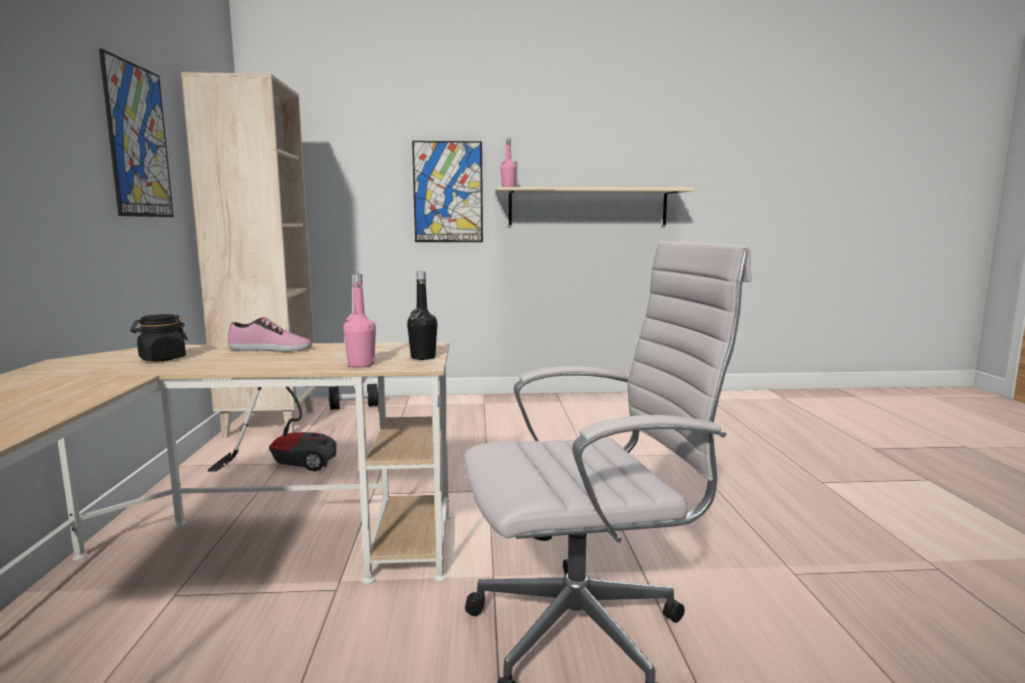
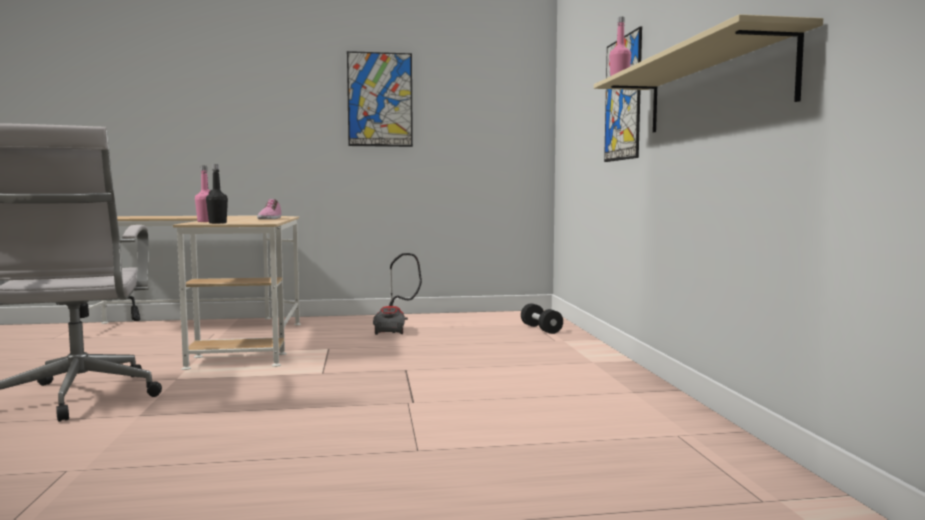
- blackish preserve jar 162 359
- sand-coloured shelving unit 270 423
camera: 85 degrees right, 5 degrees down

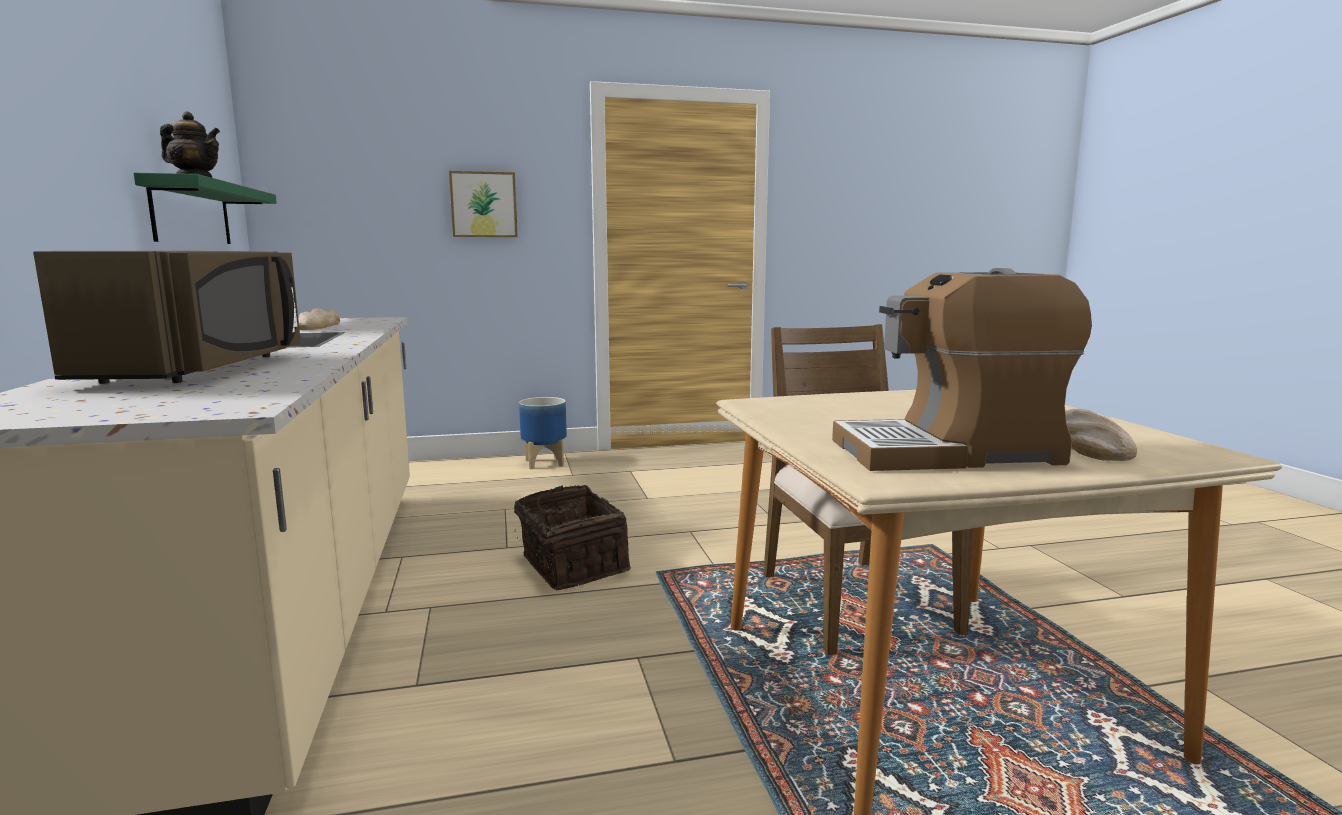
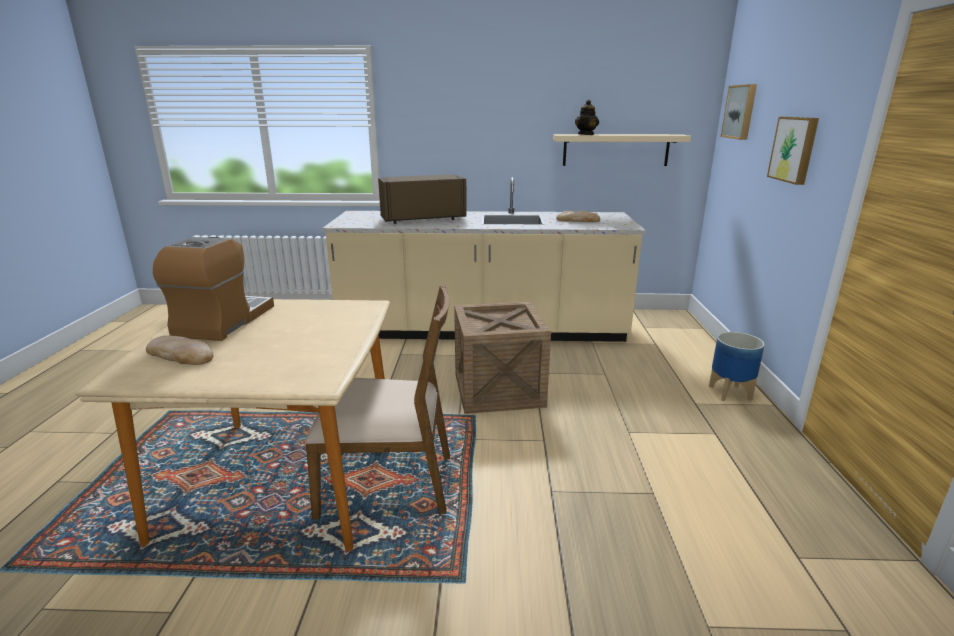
+ wall art 740 112
~ basket 570 565 to crate 498 390
~ green-coloured wall shelf 192 214 to sand-coloured wall shelf 615 150
~ brownish microwave 203 369 = 422 218 150 degrees clockwise
camera: 105 degrees right, 10 degrees up

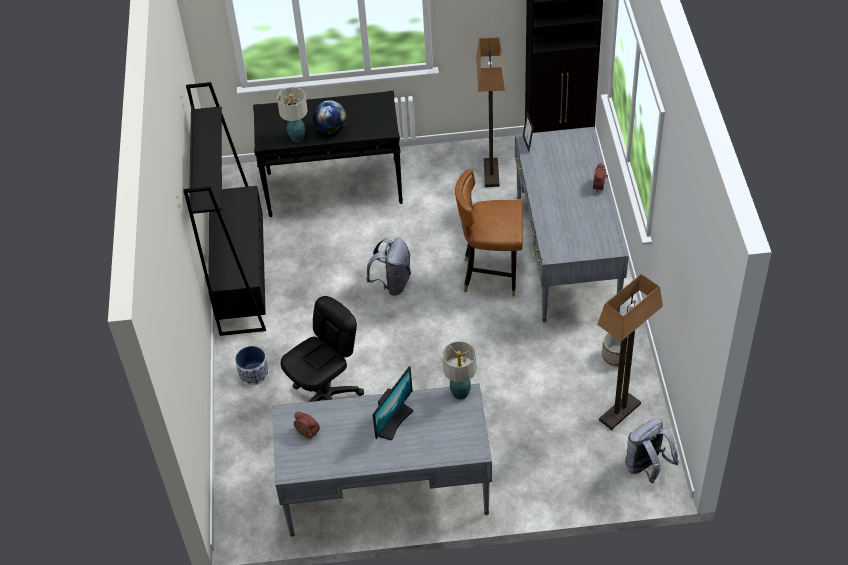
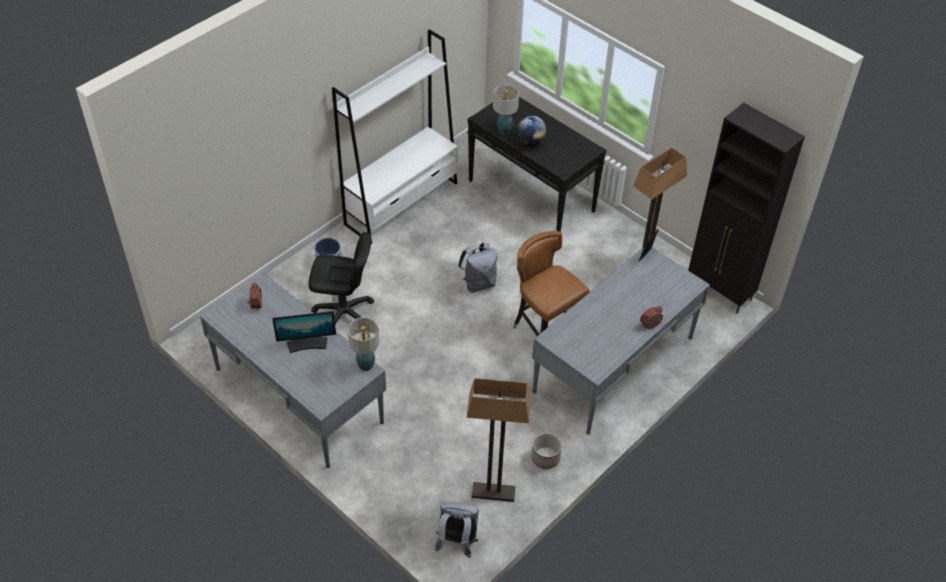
~ blackish shelving unit 242 279 to white shelving unit 402 203
camera: 45 degrees right, 0 degrees up

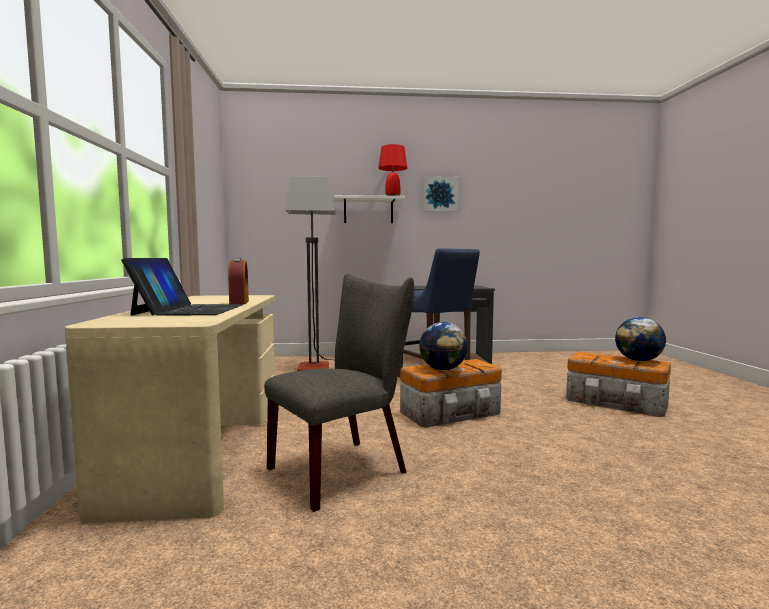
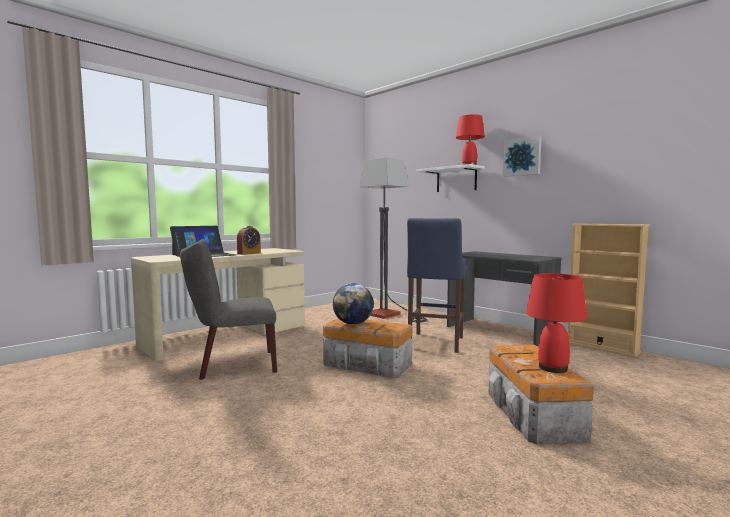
+ sand-coloured shelving unit 602 347
~ desk globe 638 360 to red lamp for a table 552 368
~ greyish chair 345 468 = 232 365 150 degrees clockwise
camera: 50 degrees right, 0 degrees up

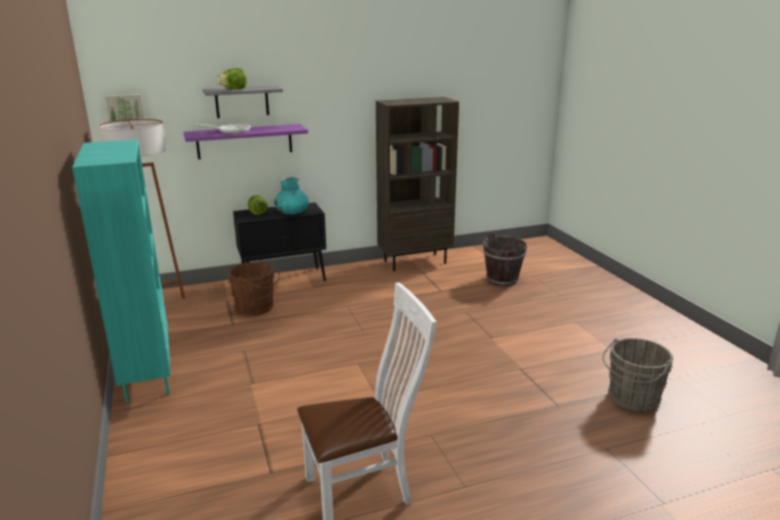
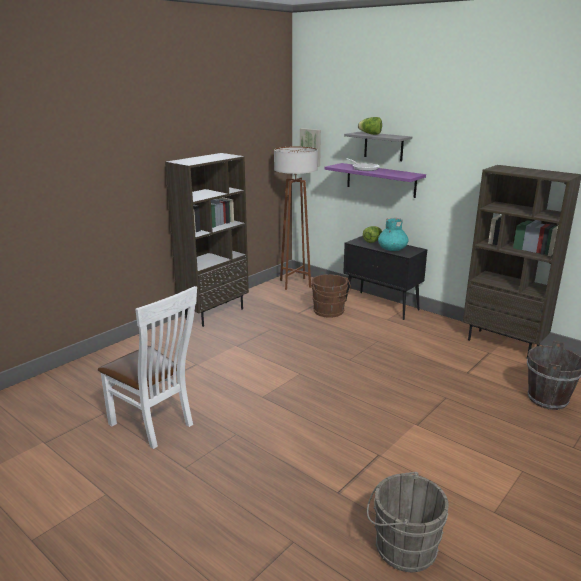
~ turquoise-coloured shelving unit 146 376 to brownish shelving unit 214 313
camera: 60 degrees right, 0 degrees up

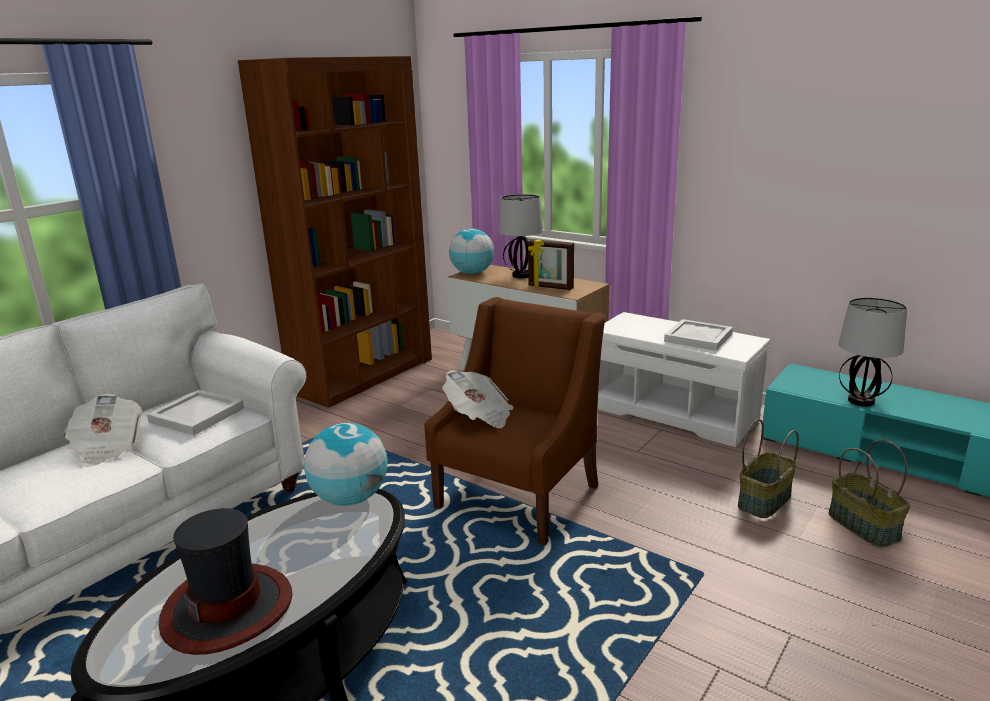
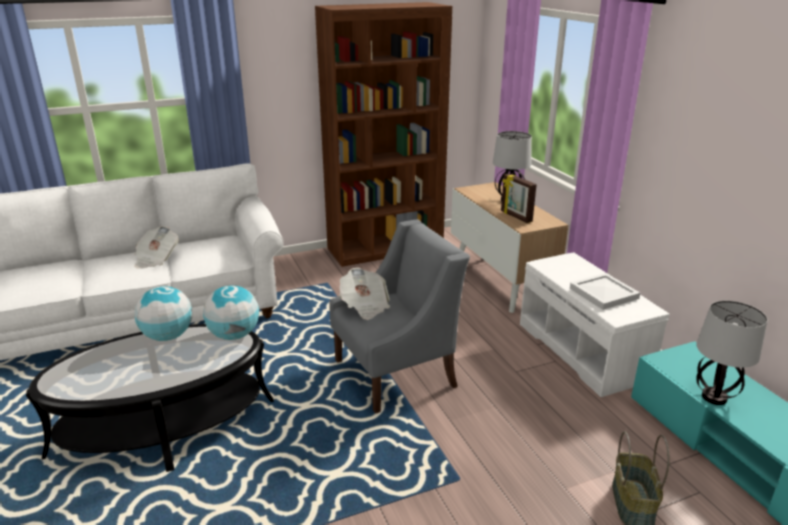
- white carrying tray 197 416
- hat 228 608
- basket 763 500
~ desk globe 472 273 to 168 336
~ brownish easy chair 519 496 to greyish easy chair 396 373
camera: 30 degrees right, 5 degrees up

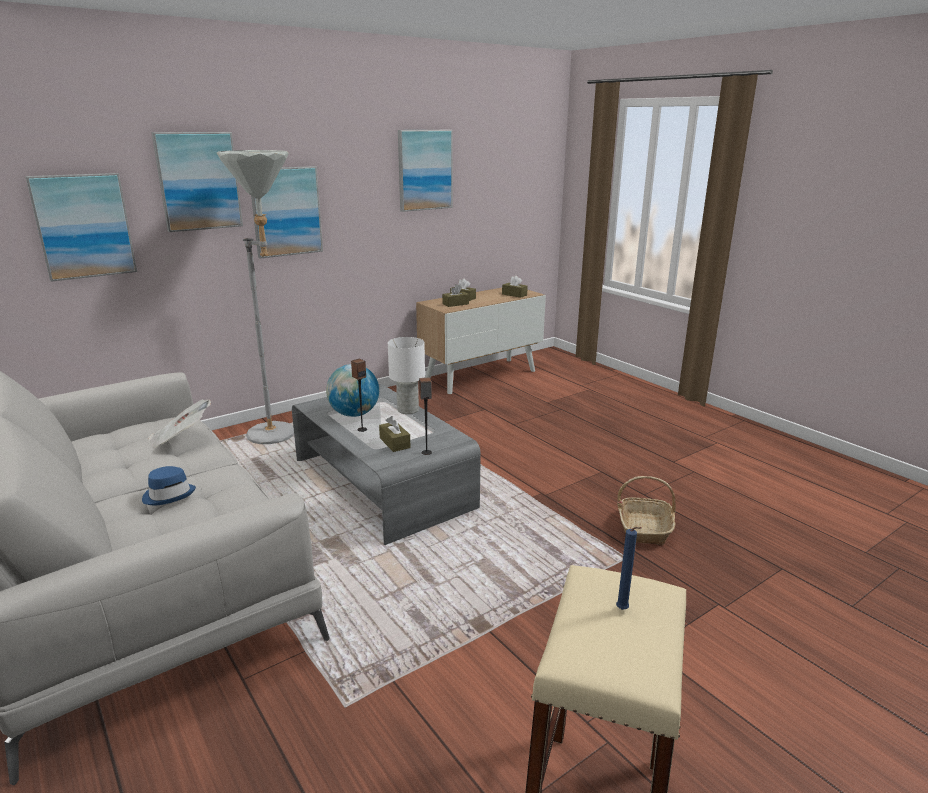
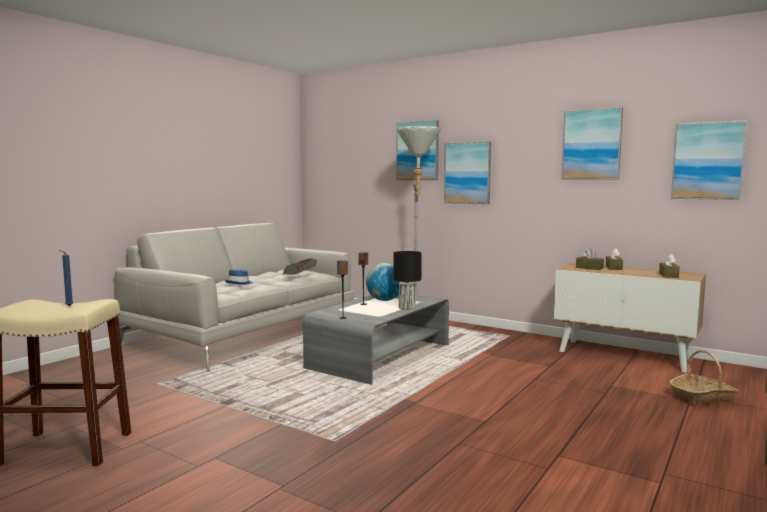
- brownish tissue box 394 443
~ wall art 83 226 to 707 161
~ basket 644 528 to 702 398
~ white lamp for a table 408 410 to blackish lamp for a table 407 308
camera: 70 degrees right, 15 degrees down

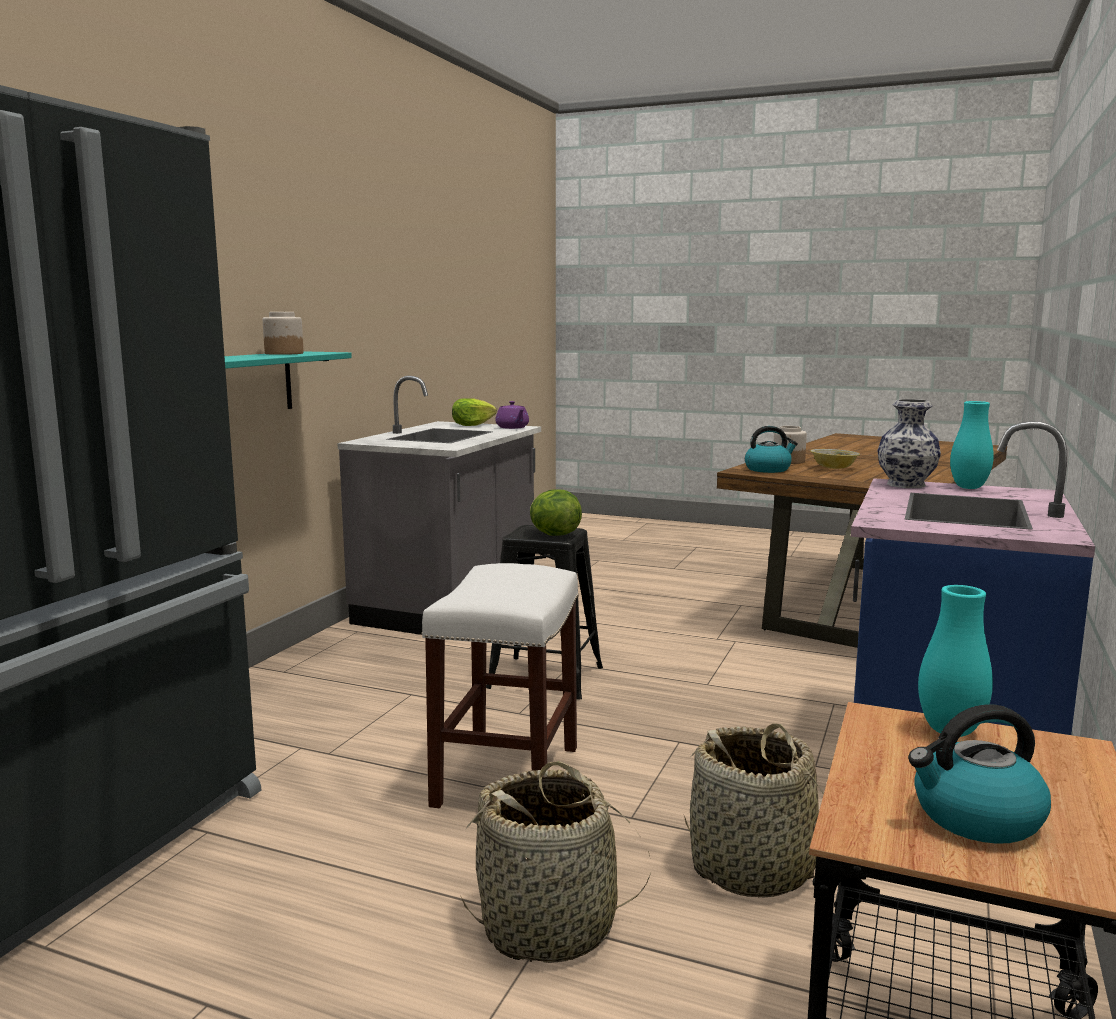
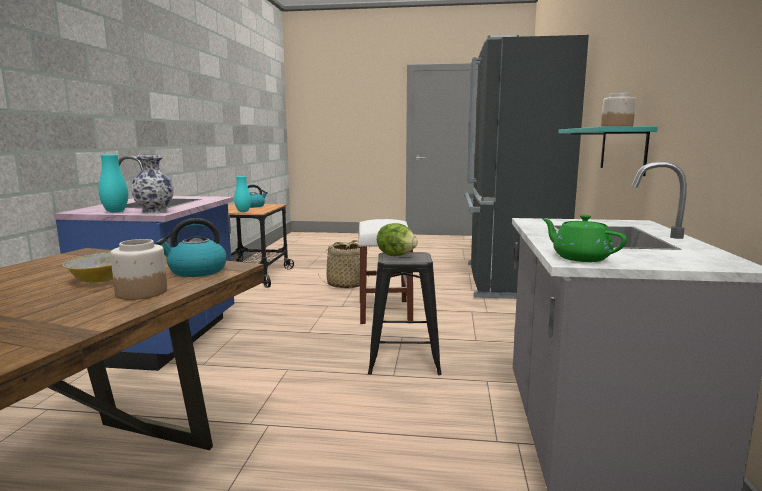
- lettuce head 472 425
- basket 753 868
~ purple teapot 512 427 to green-coloured teapot 580 257
camera: 165 degrees right, 0 degrees up

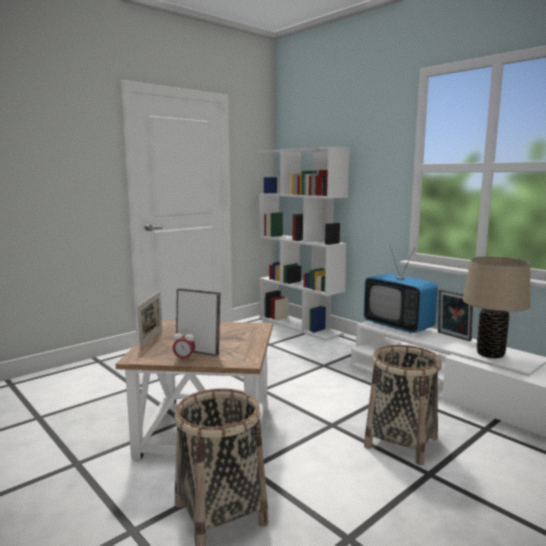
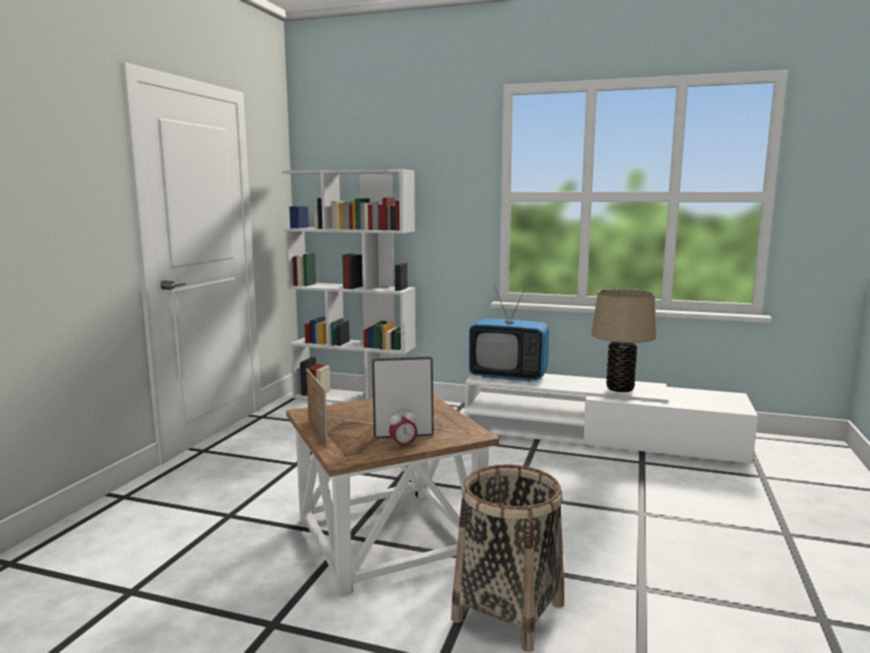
- basket 401 442
- standing frame 453 337
camera: 30 degrees left, 0 degrees up

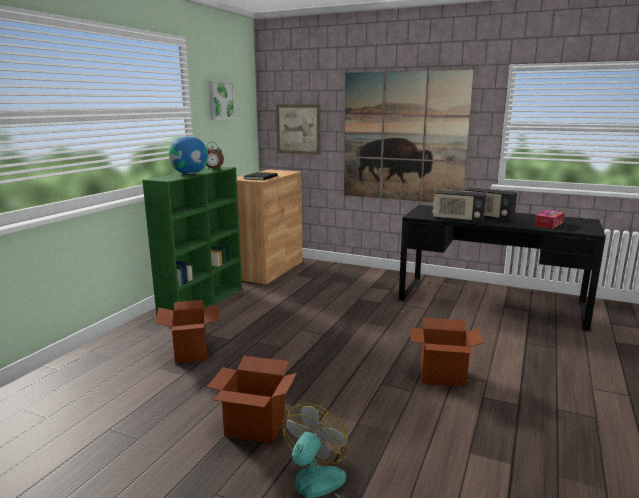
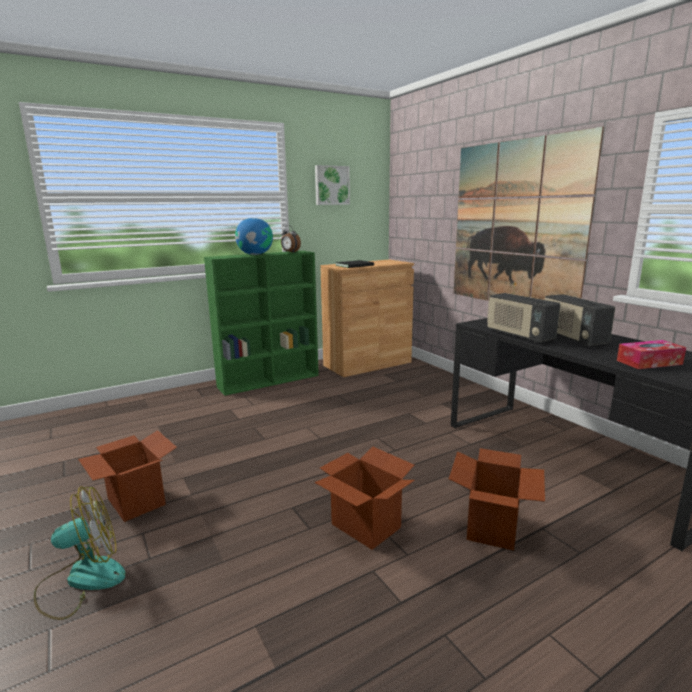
- wall art 298 129
~ carton 191 352 to 492 527
camera: 35 degrees right, 0 degrees up

